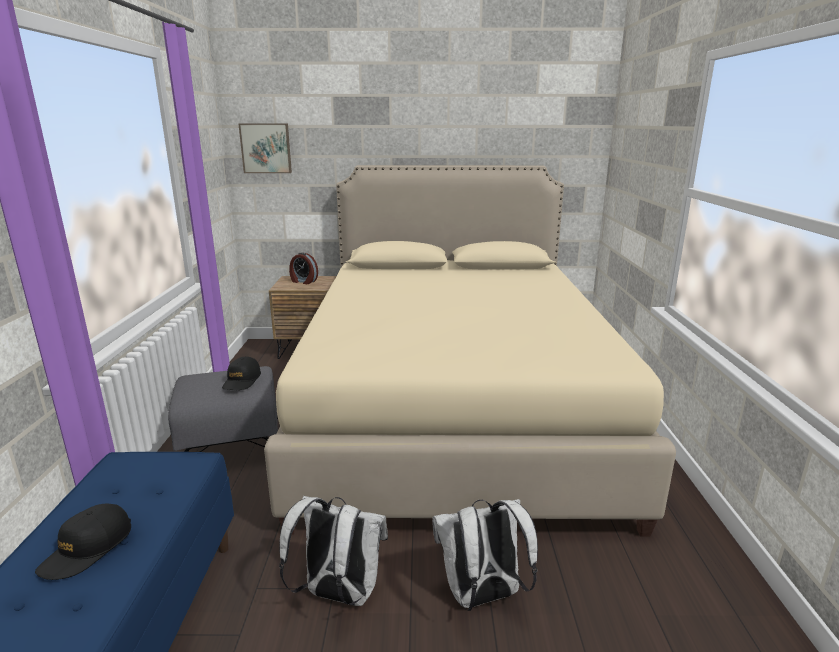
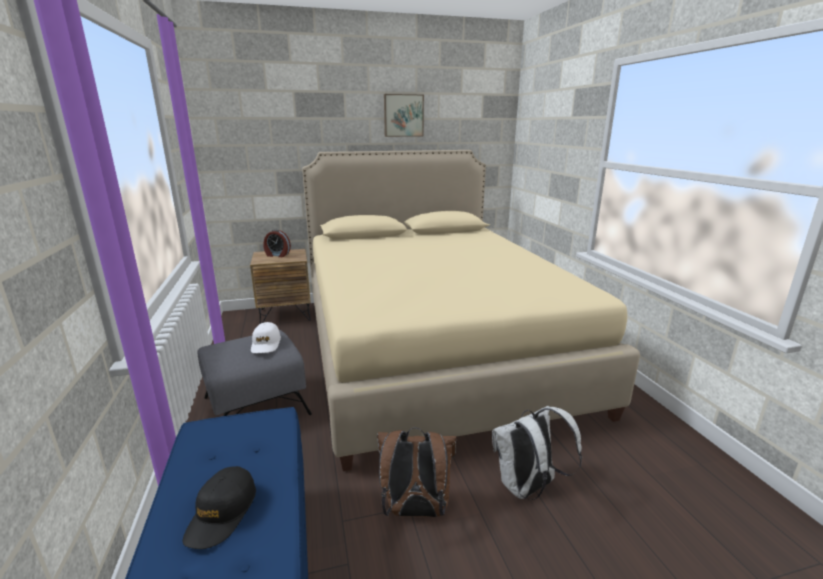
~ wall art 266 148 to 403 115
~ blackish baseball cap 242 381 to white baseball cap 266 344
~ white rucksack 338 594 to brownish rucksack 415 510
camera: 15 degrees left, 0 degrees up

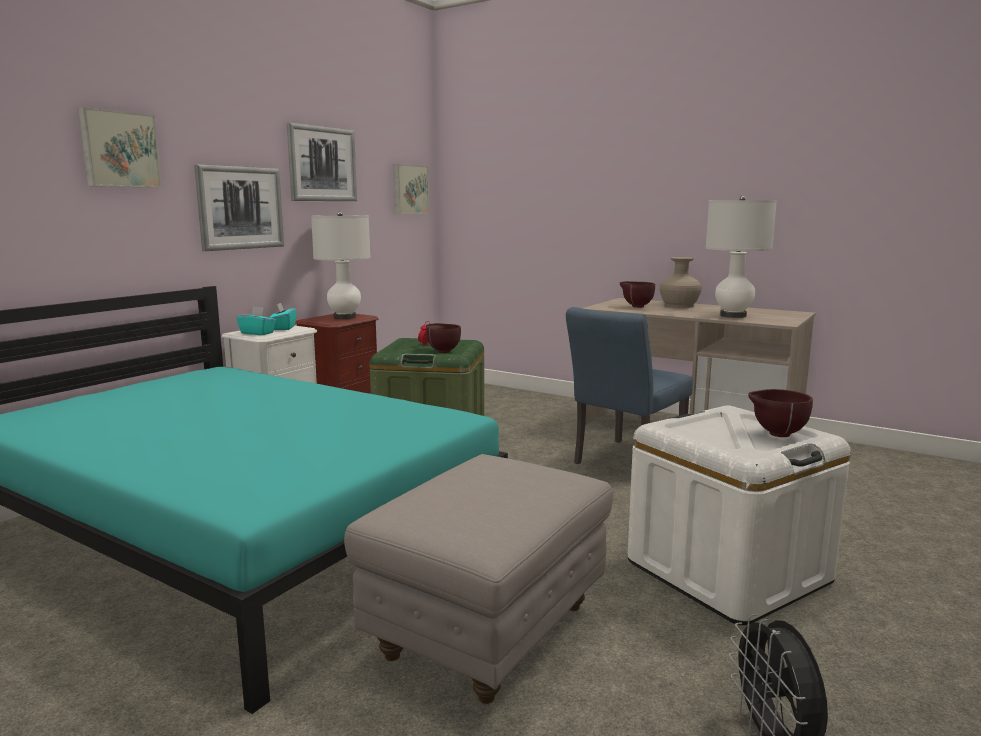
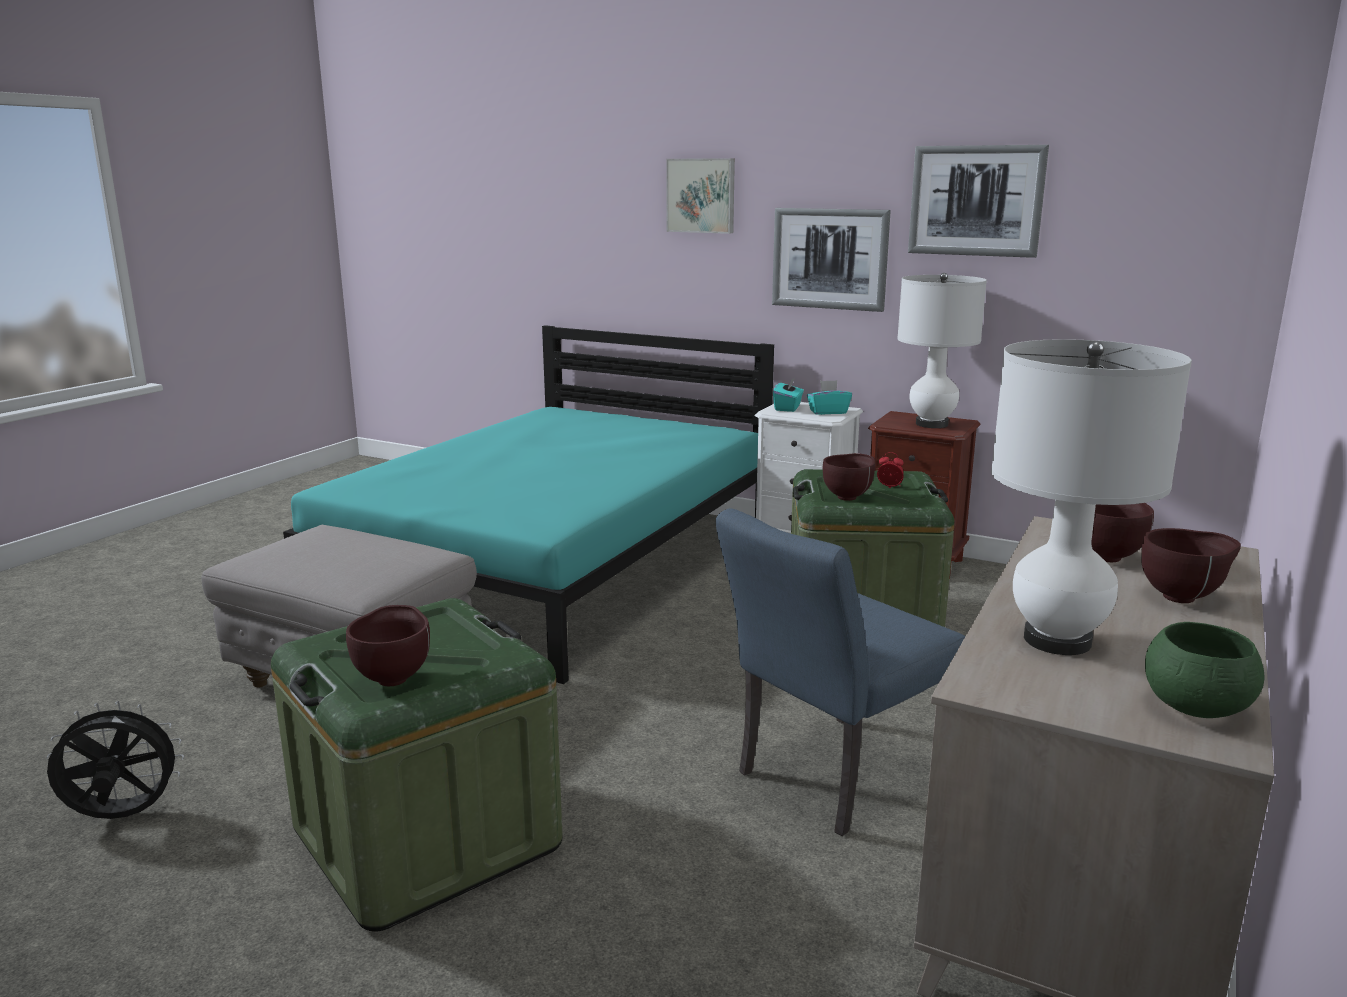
- wall art 409 189
+ green-coloured serving bowl 1194 707
~ sand-coloured flower vase 679 305 to brownish serving bowl 1183 597
~ white storage box 727 571 to green-coloured storage box 427 837
~ blue chair 624 462 = 830 778 75 degrees counterclockwise
camera: 85 degrees right, 5 degrees up

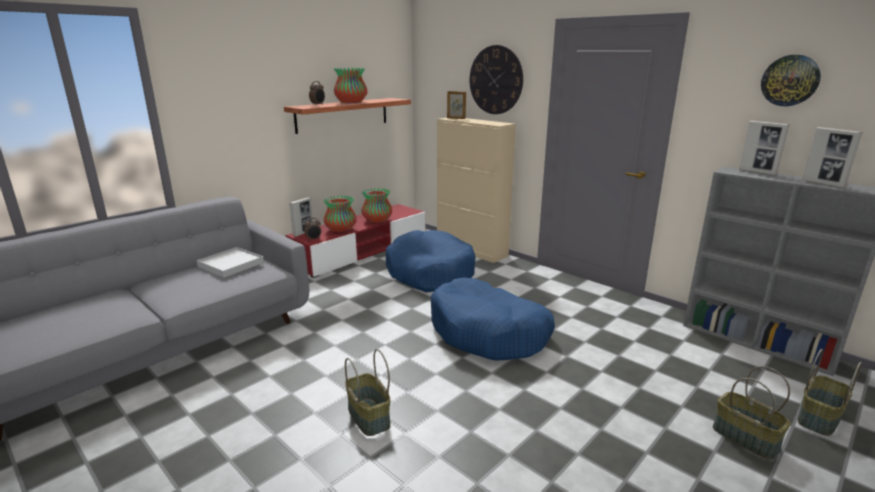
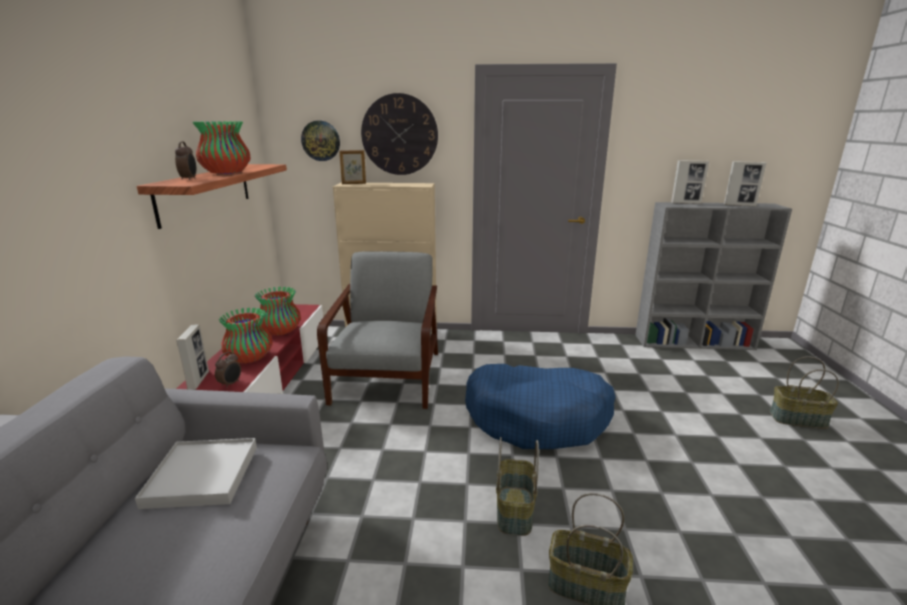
~ clock on the wall 790 80 to 321 141
~ basket 818 417 to 513 510
~ blue pet bed 430 273 to greyish easy chair 388 376
camera: 40 degrees left, 0 degrees up

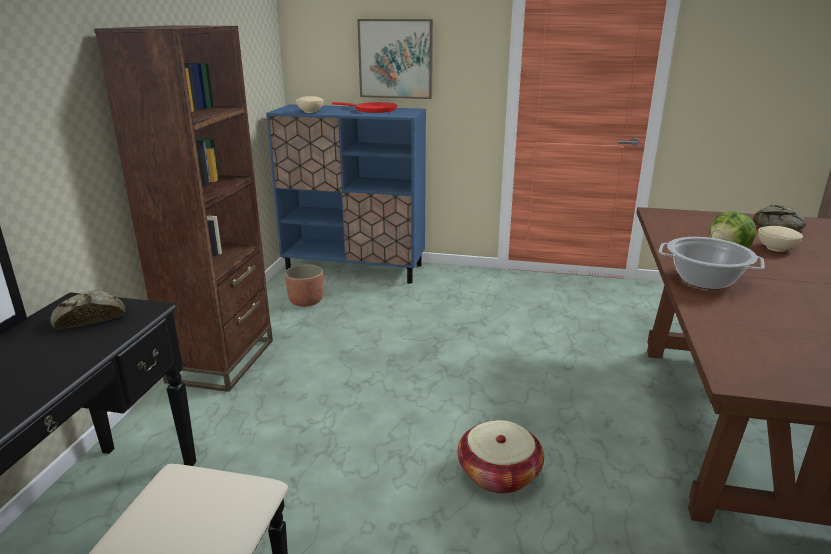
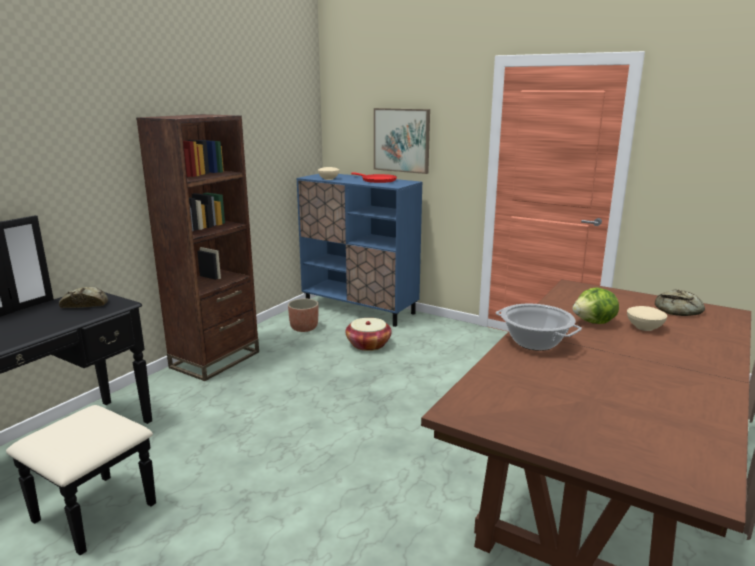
~ basket 499 473 to 368 344
camera: 20 degrees right, 5 degrees down

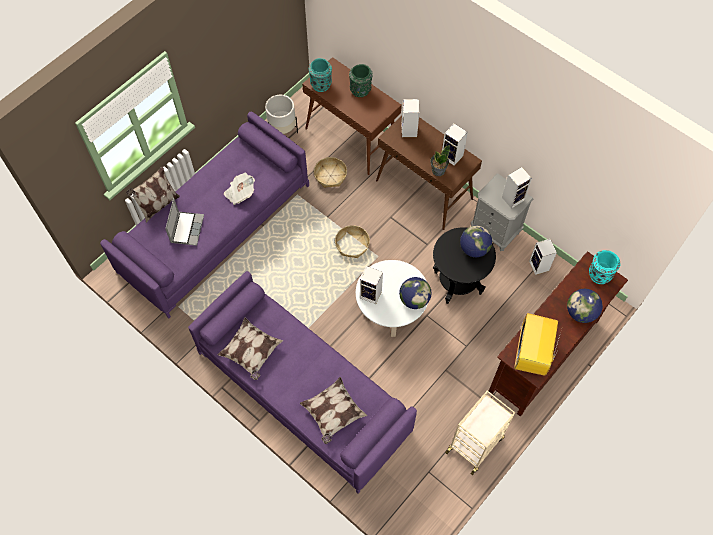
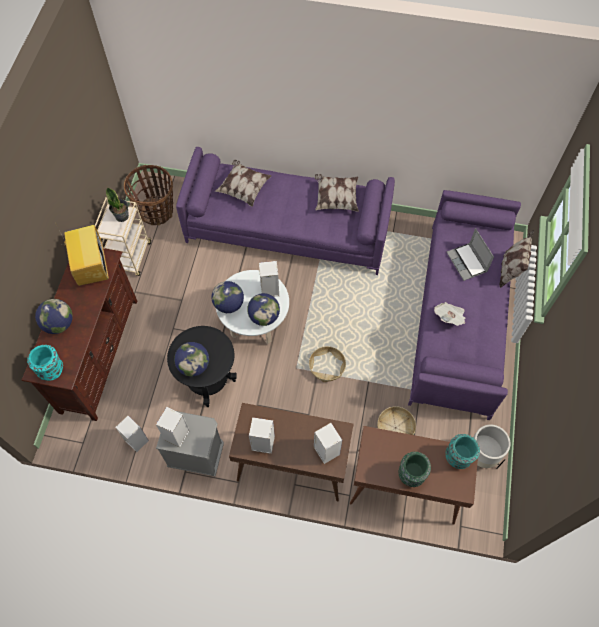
+ basket 156 211
+ desk globe 264 316
~ houseplant 438 170 to 122 216
camera: 150 degrees right, 0 degrees up

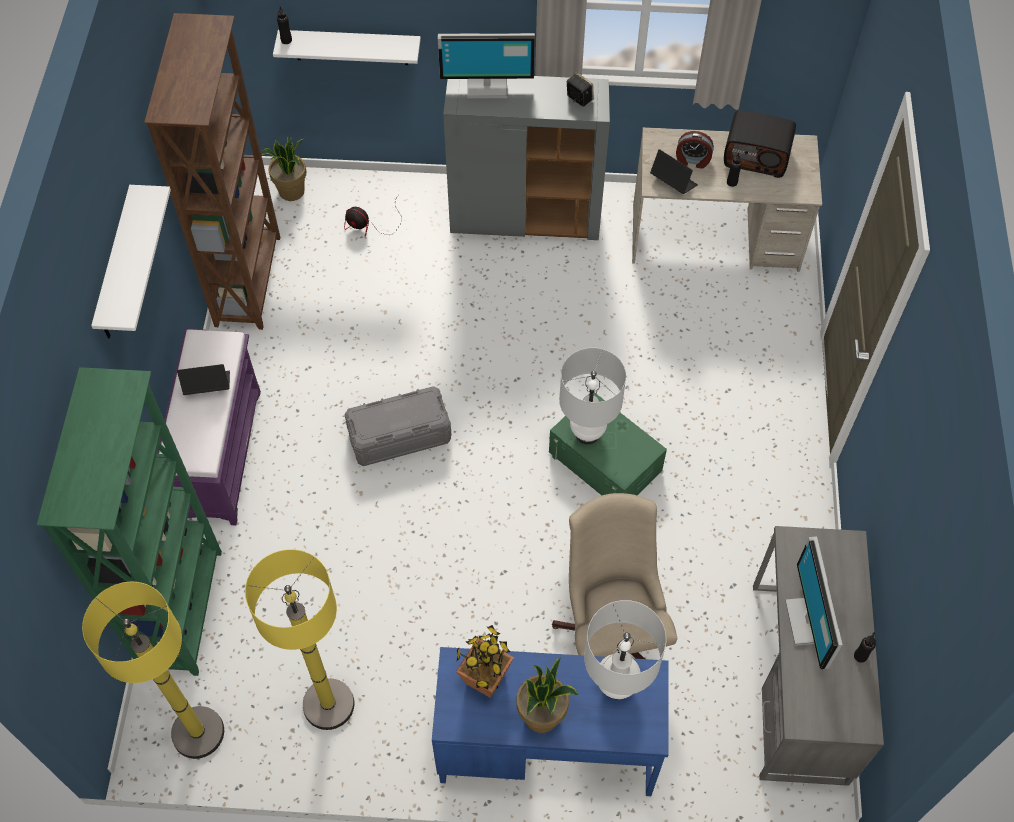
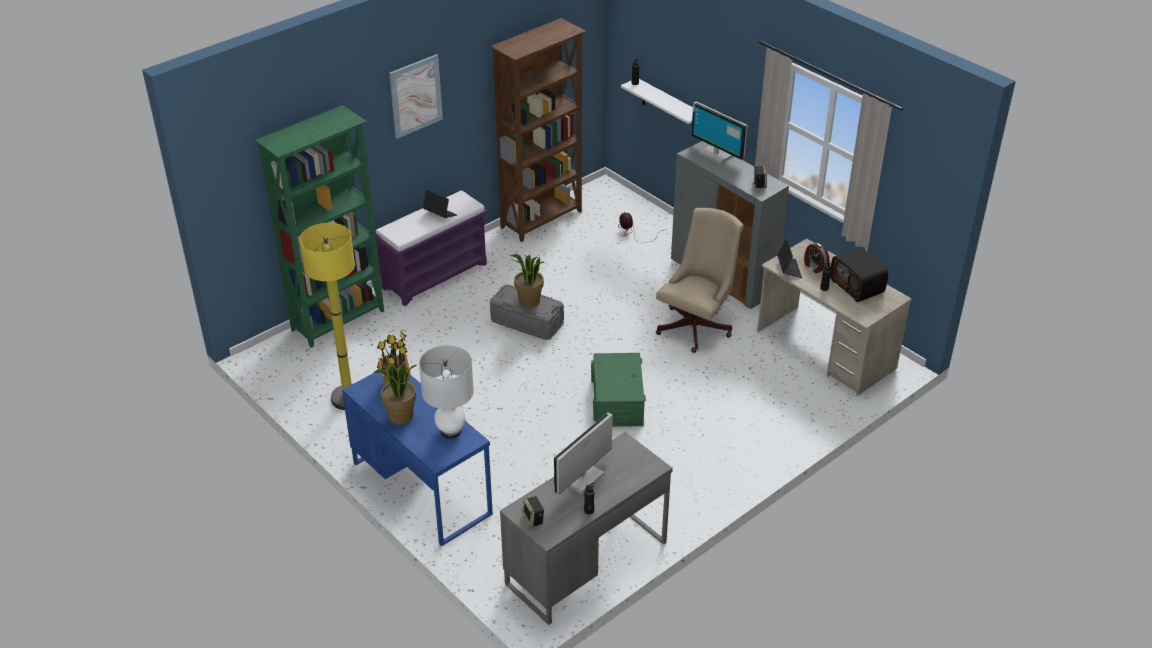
- yellow floor lamp 198 733
- white lamp for a table 587 434
+ speaker 533 519
~ houseplant 292 192 to 529 301
~ sand-coloured office chair 610 629 to 697 326
~ white wall shelf 116 267 to wall art 416 96
camera: 45 degrees right, 20 degrees down

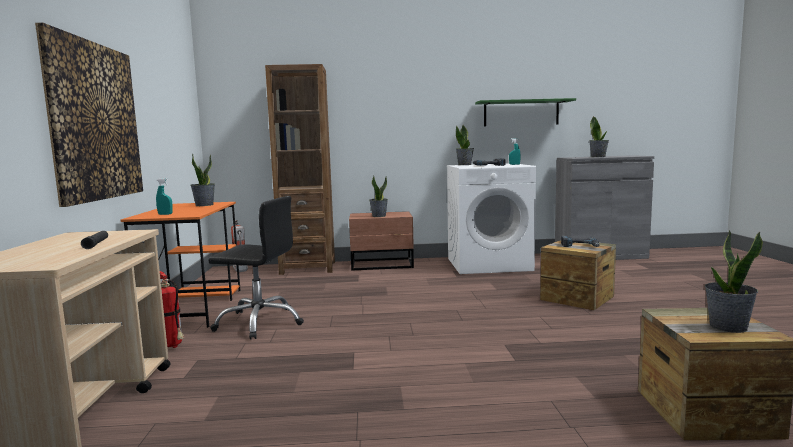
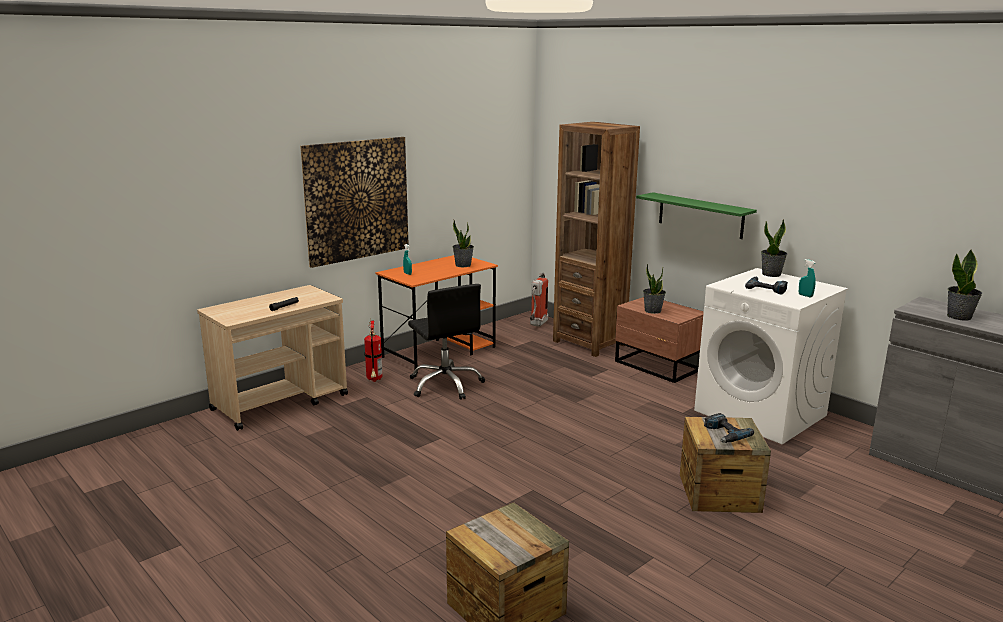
- houseplant 728 327
~ green-coloured wall shelf 521 113 to 700 215
camera: 50 degrees right, 10 degrees up

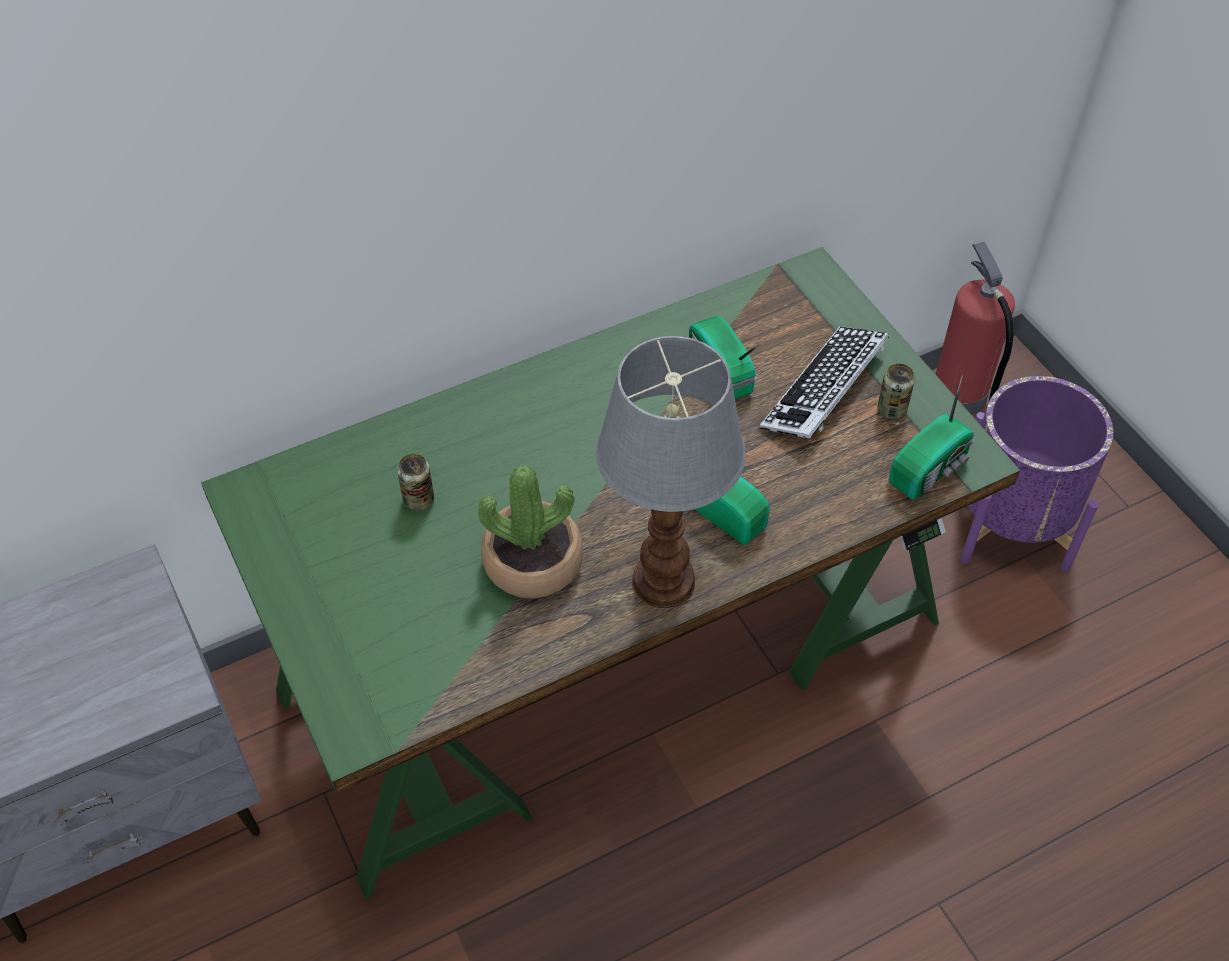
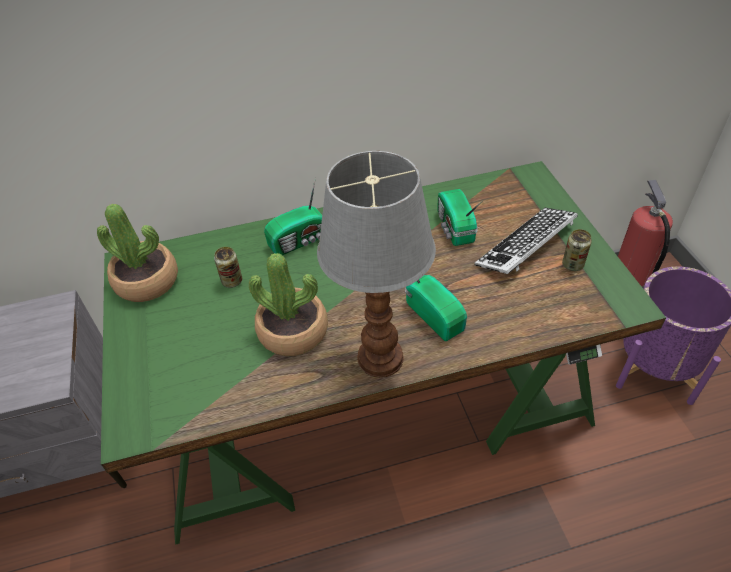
+ houseplant 147 281
~ radio receiver 931 469 to 300 241
camera: 15 degrees right, 5 degrees down

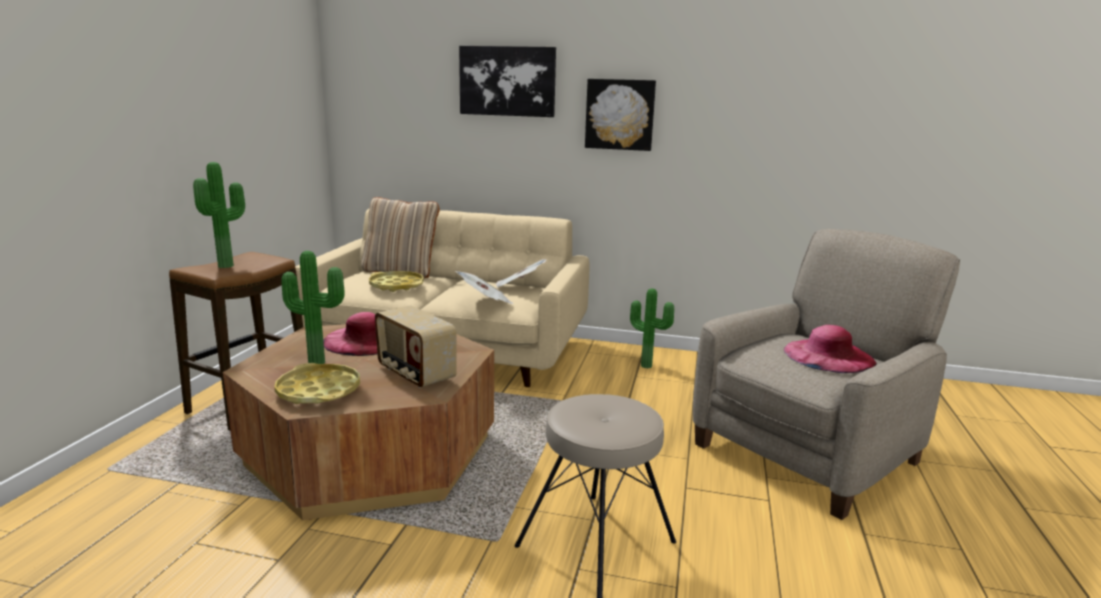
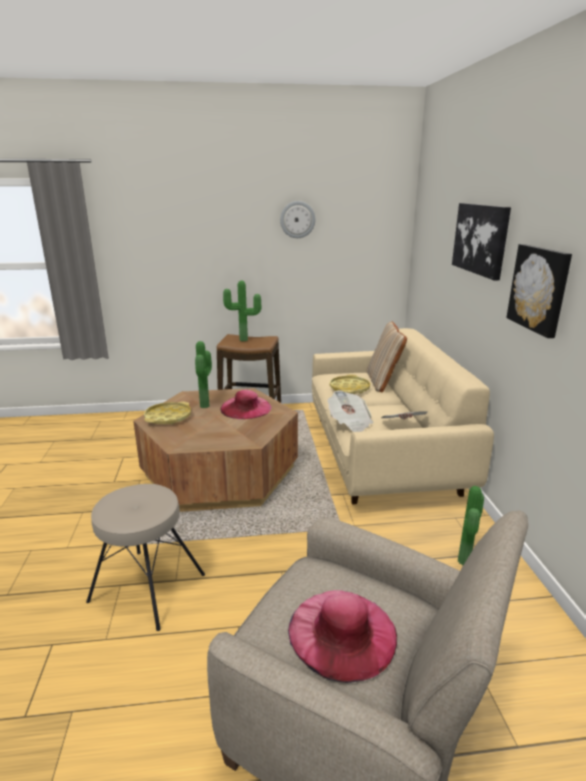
- radio receiver 415 374
+ clock on the wall 297 219
camera: 70 degrees right, 5 degrees up

